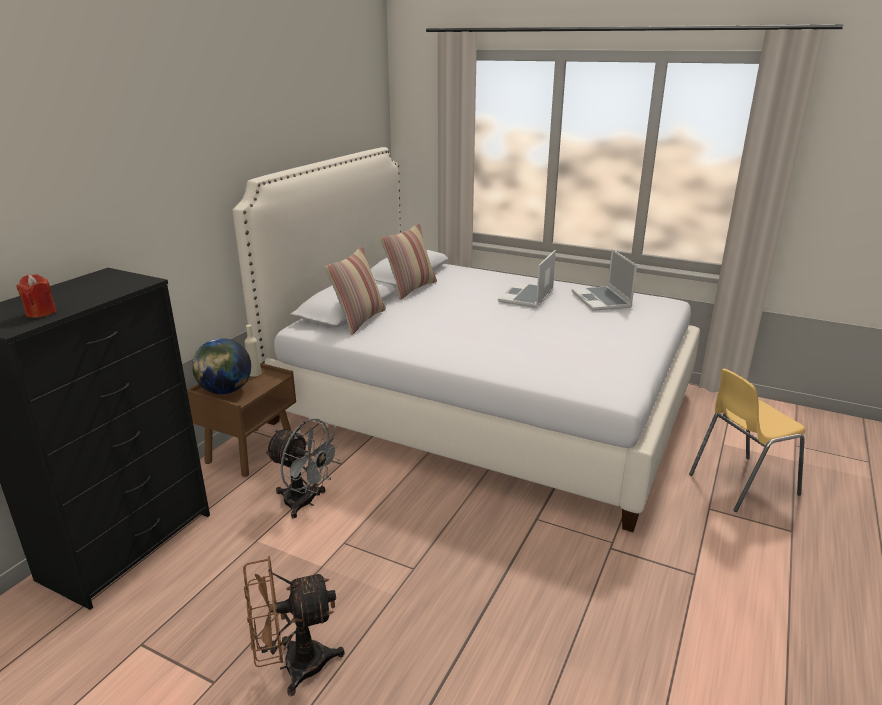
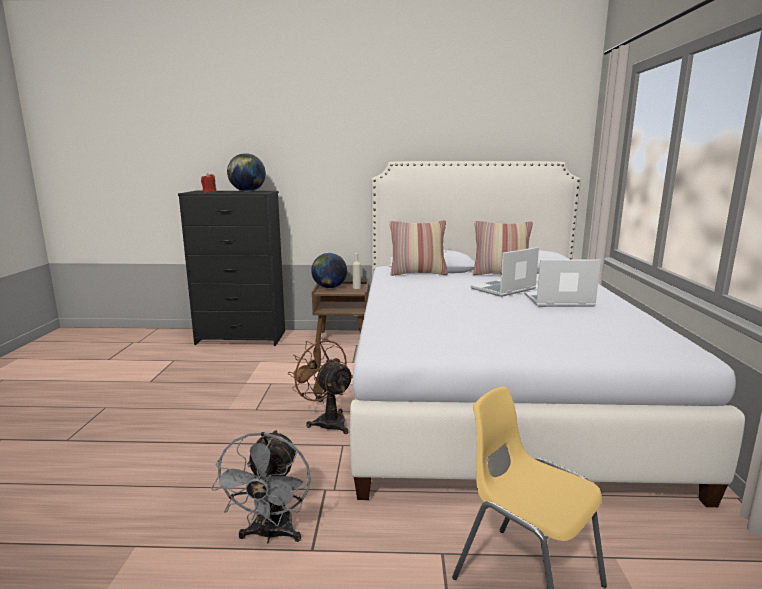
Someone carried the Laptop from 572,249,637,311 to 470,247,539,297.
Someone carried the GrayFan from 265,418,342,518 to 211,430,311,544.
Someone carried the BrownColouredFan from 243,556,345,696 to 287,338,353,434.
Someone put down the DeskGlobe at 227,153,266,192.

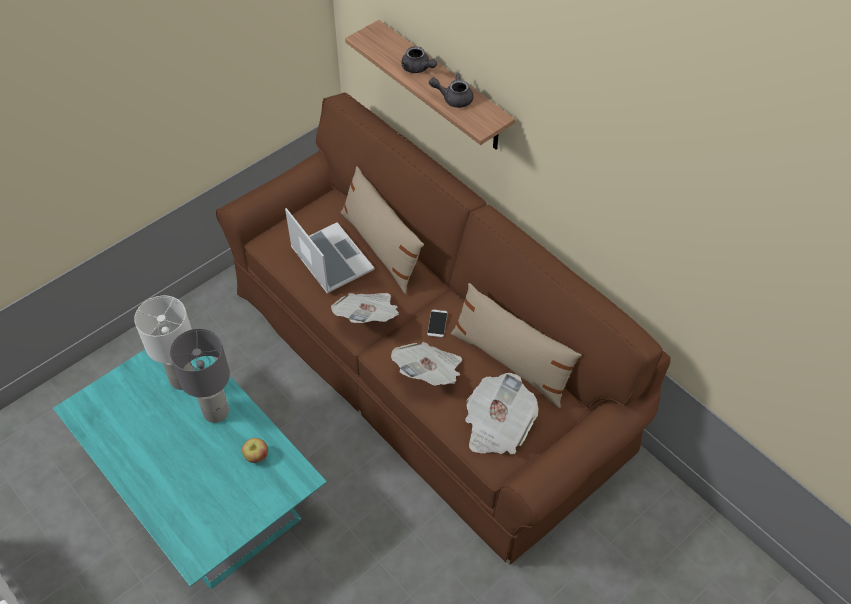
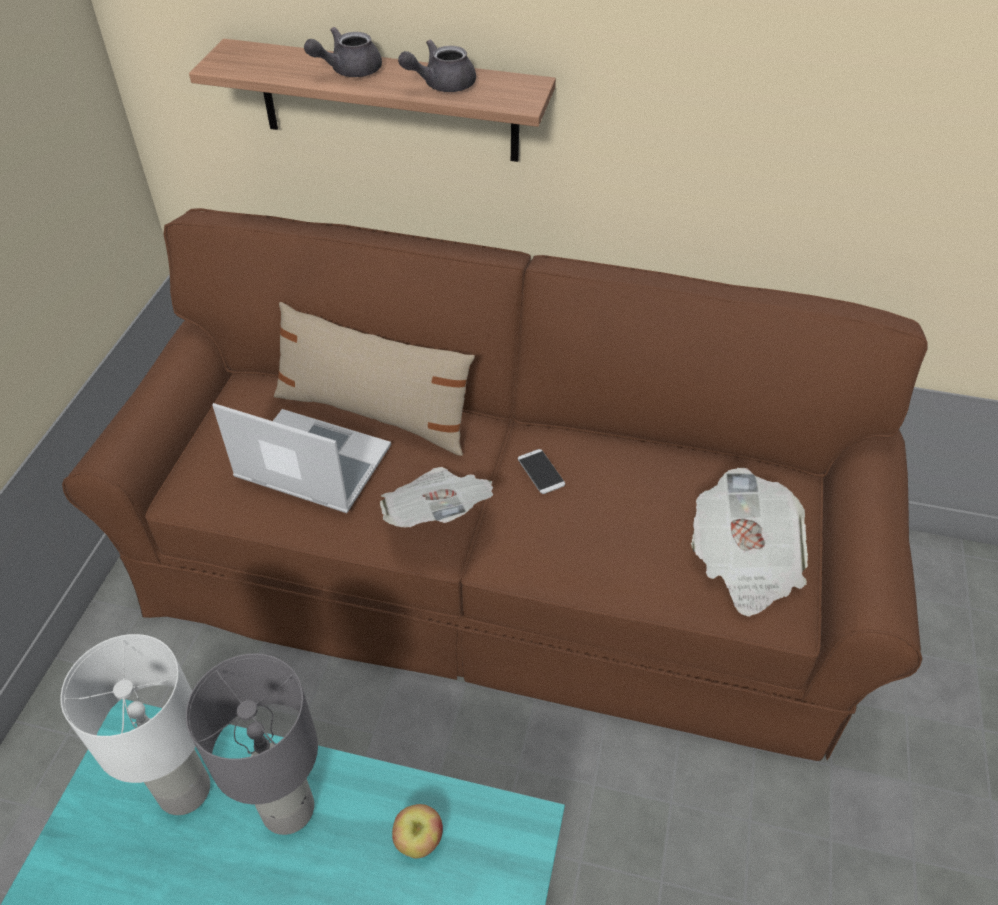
Someone rotated the GrayTeapot at 401,46,437,73 by 135 degrees clockwise.
Someone took away the BeigeThrowPillow at 451,283,582,408.
Someone took away the Newspaper at 391,342,462,386.

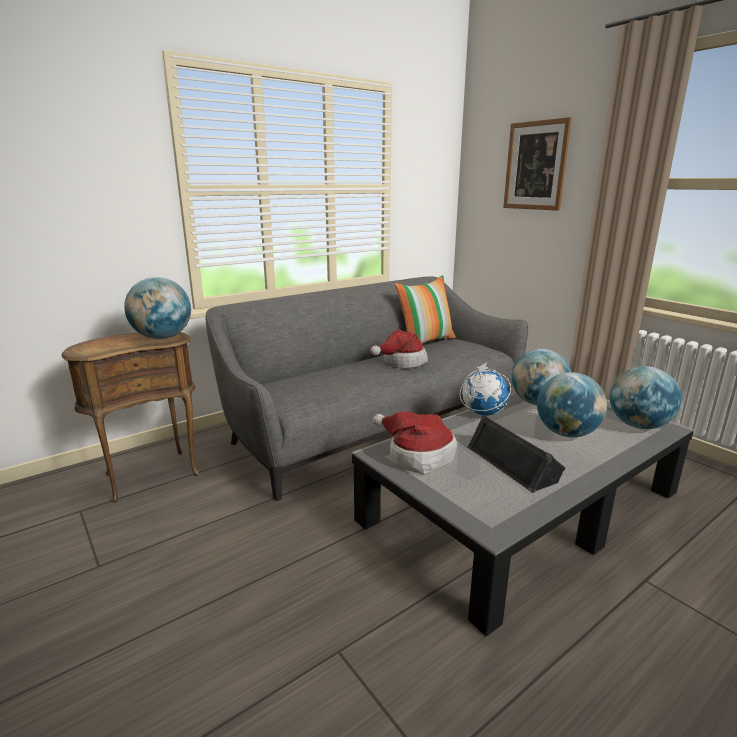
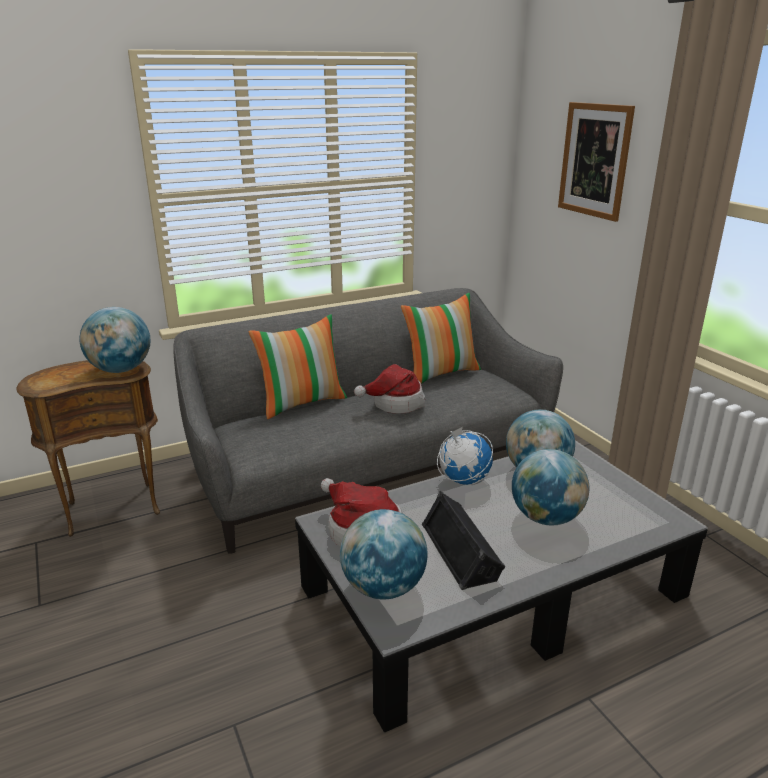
Someone carried the DeskGlobe from 610,366,682,429 to 340,509,428,599.
Someone put down the ThrowPillow at 248,314,347,419.

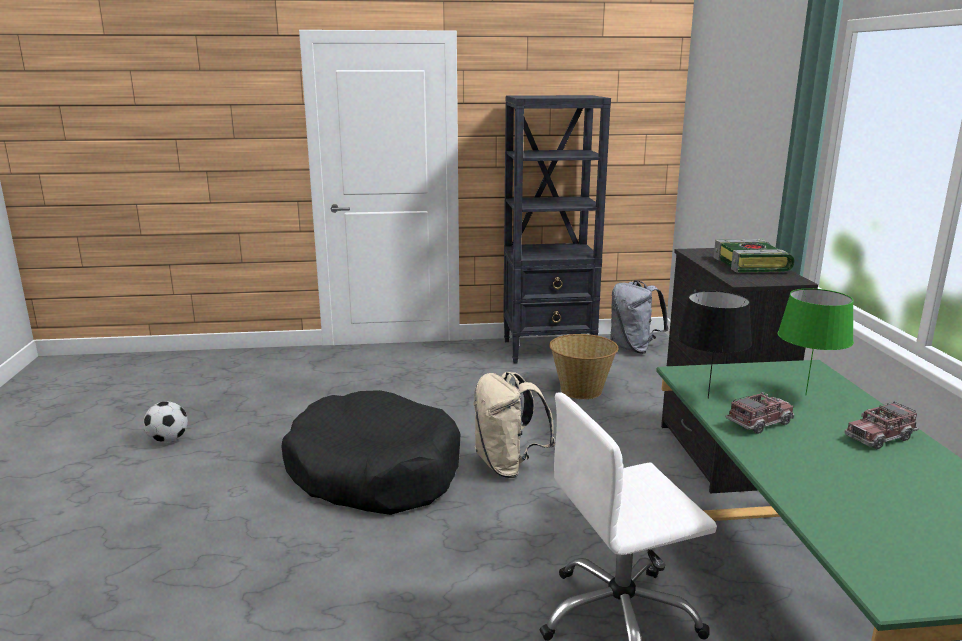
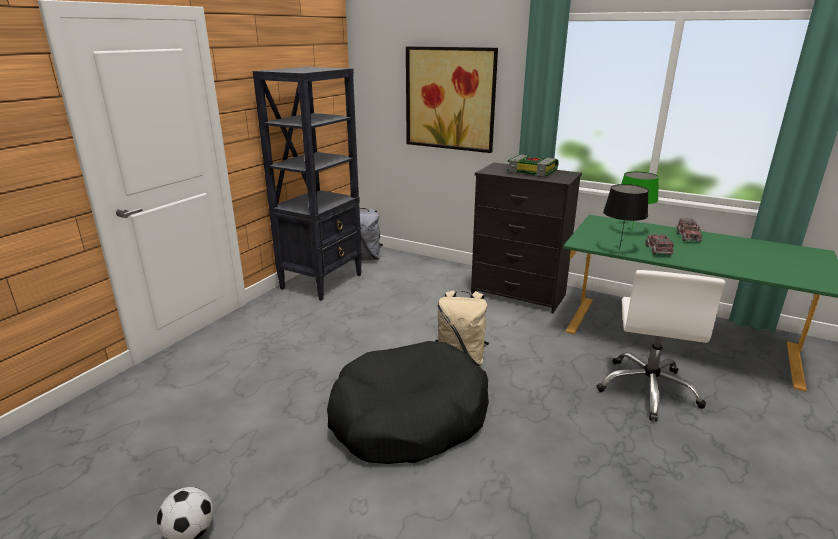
Someone took away the Basket at 549,334,618,399.
Someone put up the WallArt at 406,46,498,153.

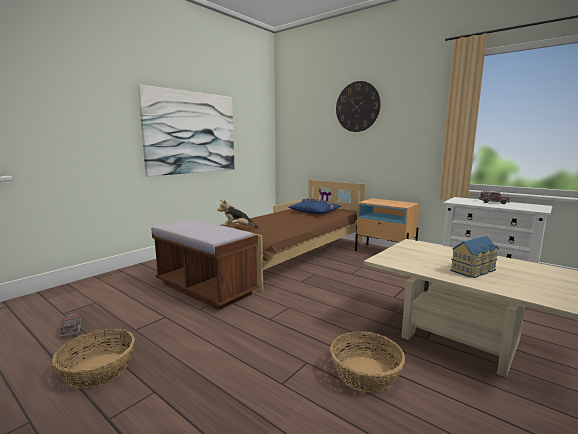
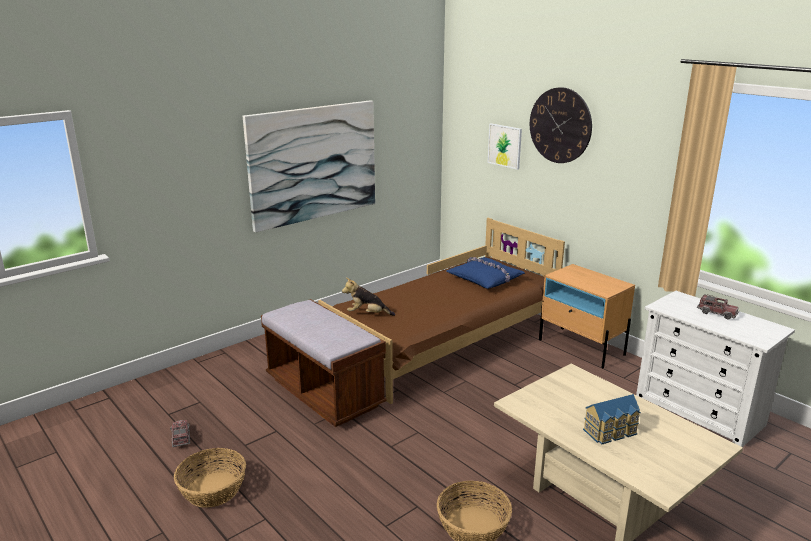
Someone put up the WallArt at 488,123,522,170.

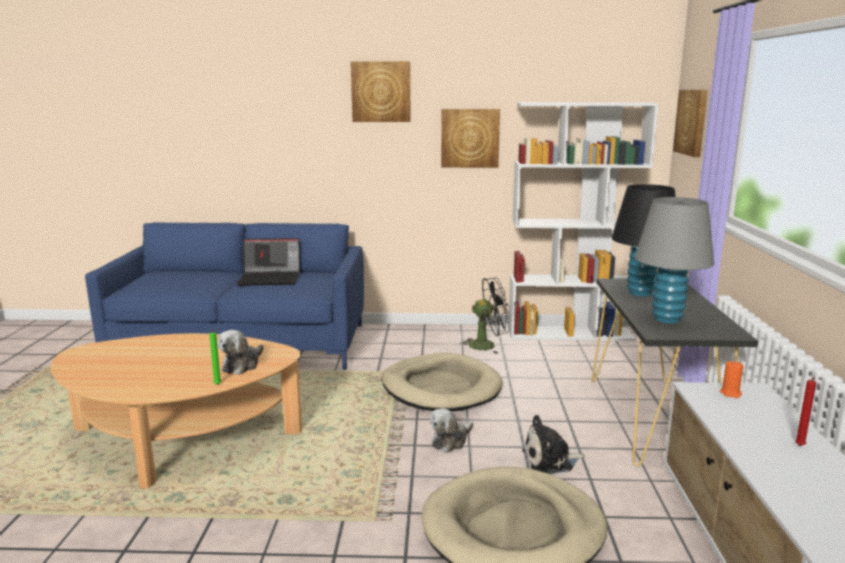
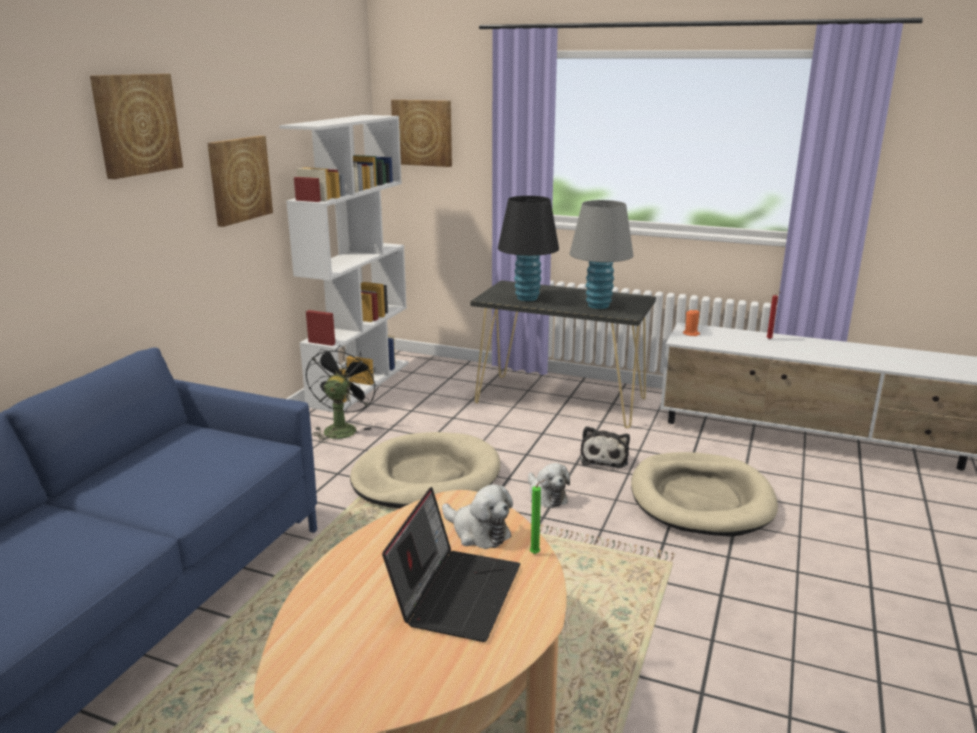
Someone carried the Laptop from 237,238,300,286 to 382,487,520,642.

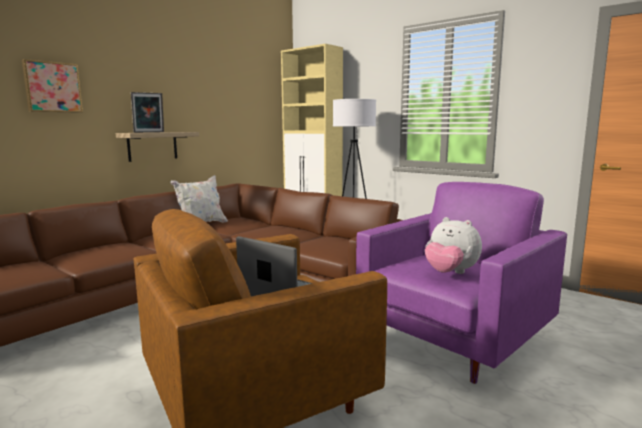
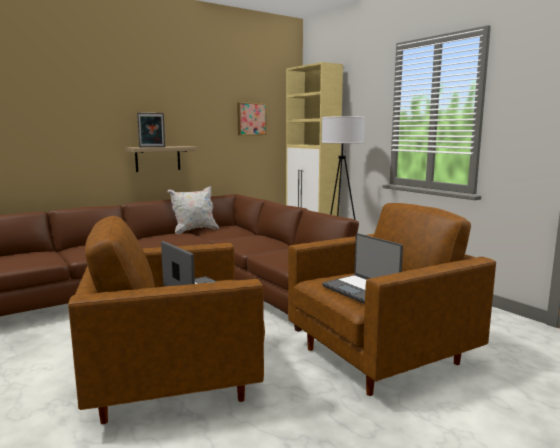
Someone carried the WallArt from 22,59,83,113 to 237,102,267,135.
Someone repainted the PurpleEasyChair at 356,182,567,384, which became the BrownColouredEasyChair at 288,203,496,396.
Someone swapped the PlushToy at 425,217,482,274 for the Laptop at 322,233,403,304.

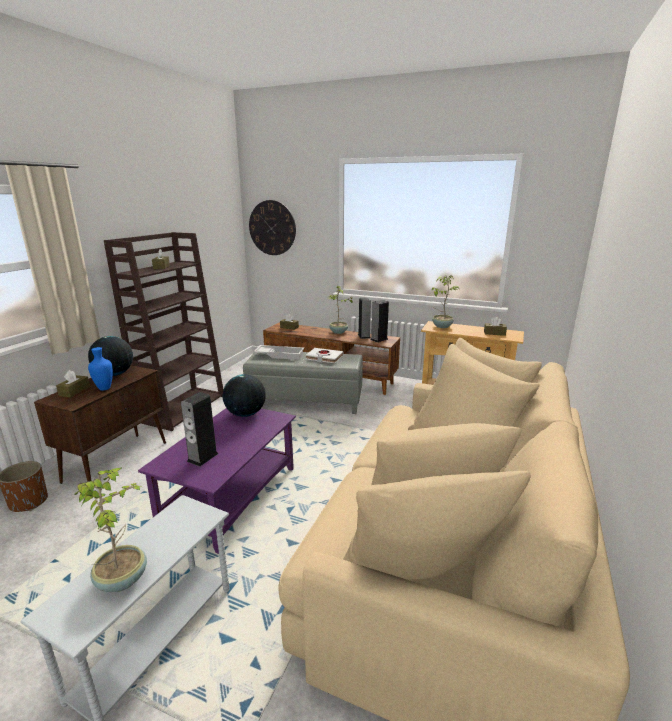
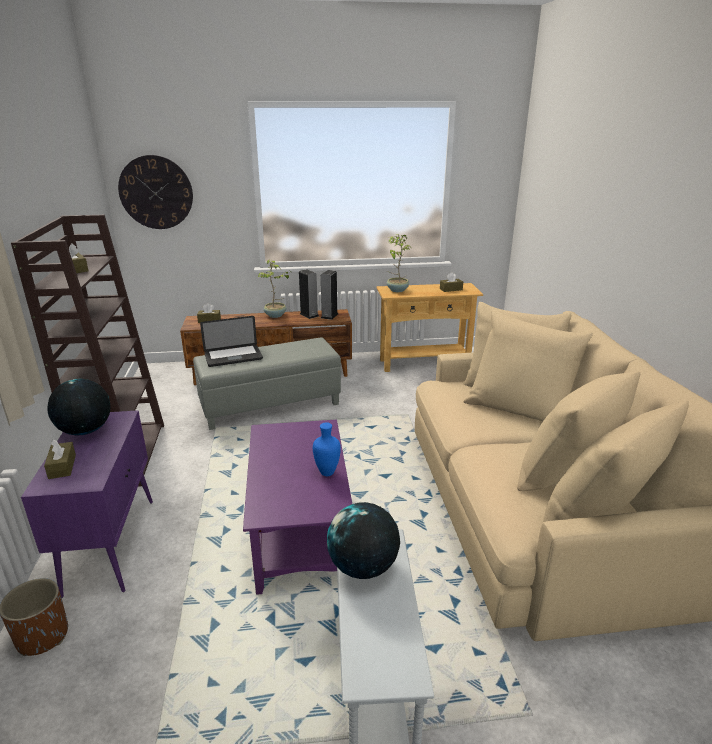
Someone swapped the WhitishTray at 254,345,304,360 for the Laptop at 200,316,263,367.
Someone carried the BlueColouredVase from 88,347,113,391 to 313,422,341,476.
Someone took away the WhitishBook at 306,348,343,363.
Someone repainted the BrownColouredStorageCabinet at 34,365,166,484, which became the PurpleStorageCabinet at 21,410,153,598.
Someone carried the DeskGlobe from 222,374,266,417 to 327,502,400,579.
Someone took away the AudioSpeaker at 181,392,219,467.
Someone took away the PottedPlant at 74,467,147,592.

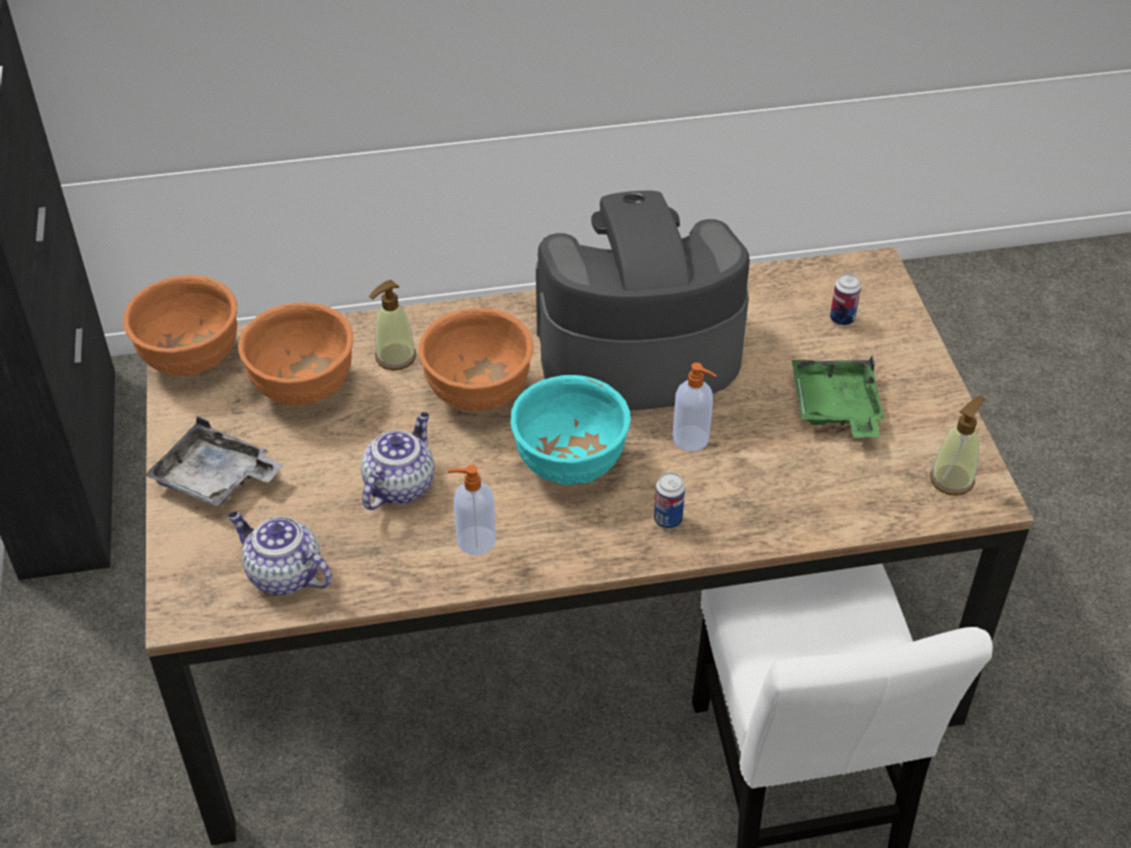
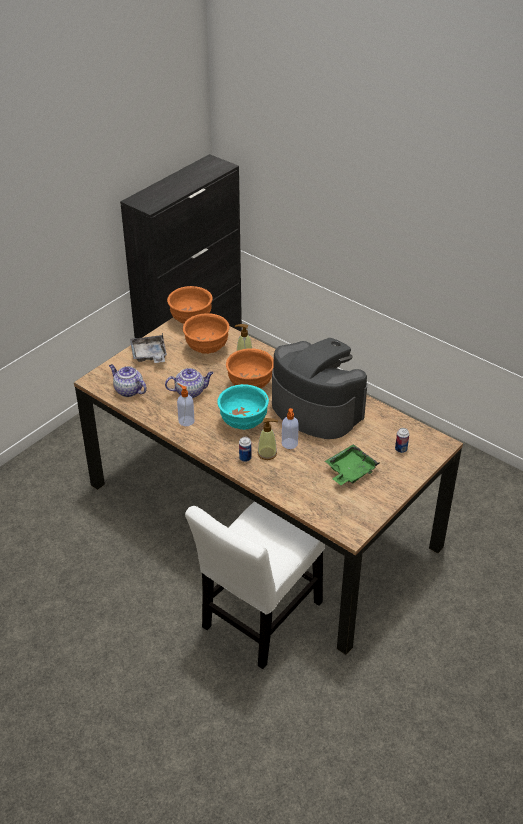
Someone carried the SoapBottle from 930,396,985,496 to 258,418,278,460.
Someone rotated the Teapot at 228,511,332,596 by 45 degrees counterclockwise.

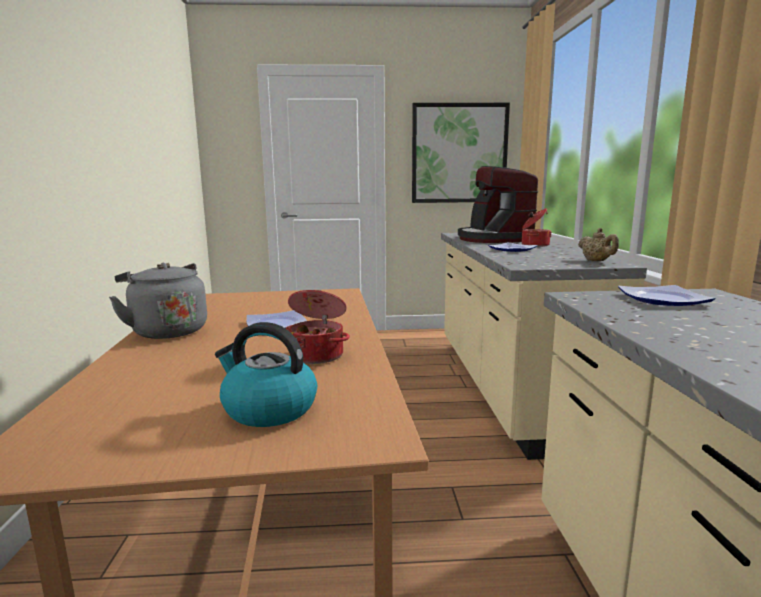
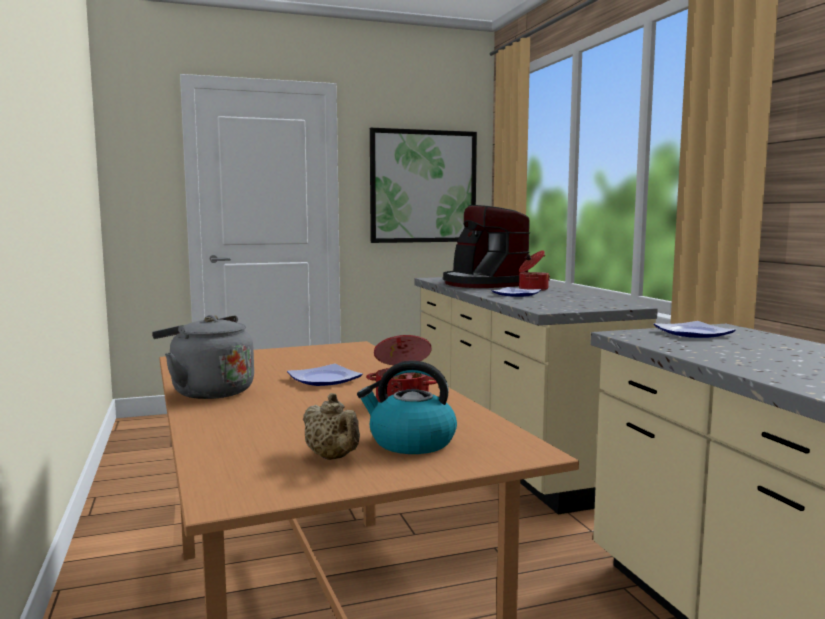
Someone carried the BeigeTeapot from 578,228,619,261 to 302,393,360,460.

